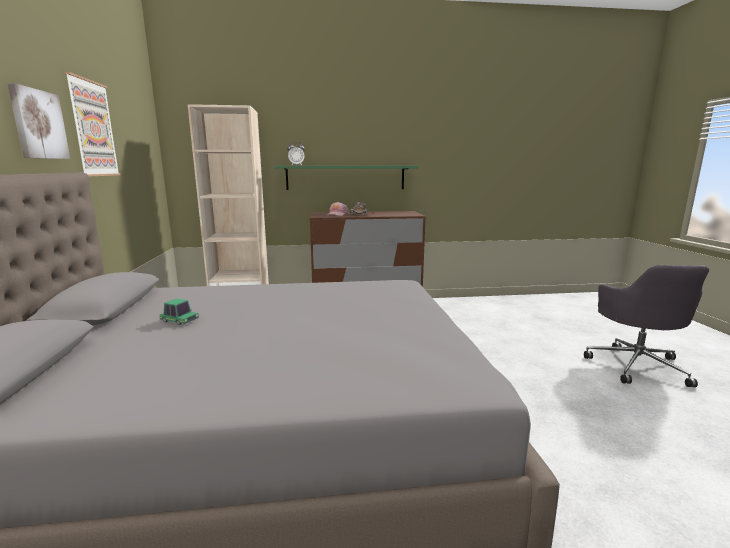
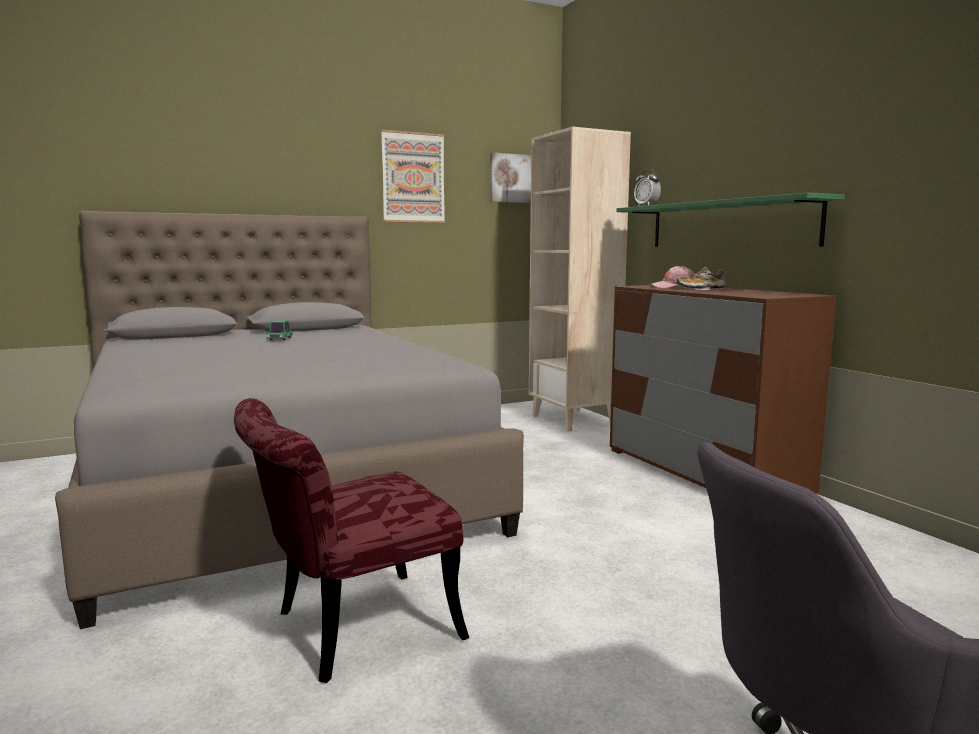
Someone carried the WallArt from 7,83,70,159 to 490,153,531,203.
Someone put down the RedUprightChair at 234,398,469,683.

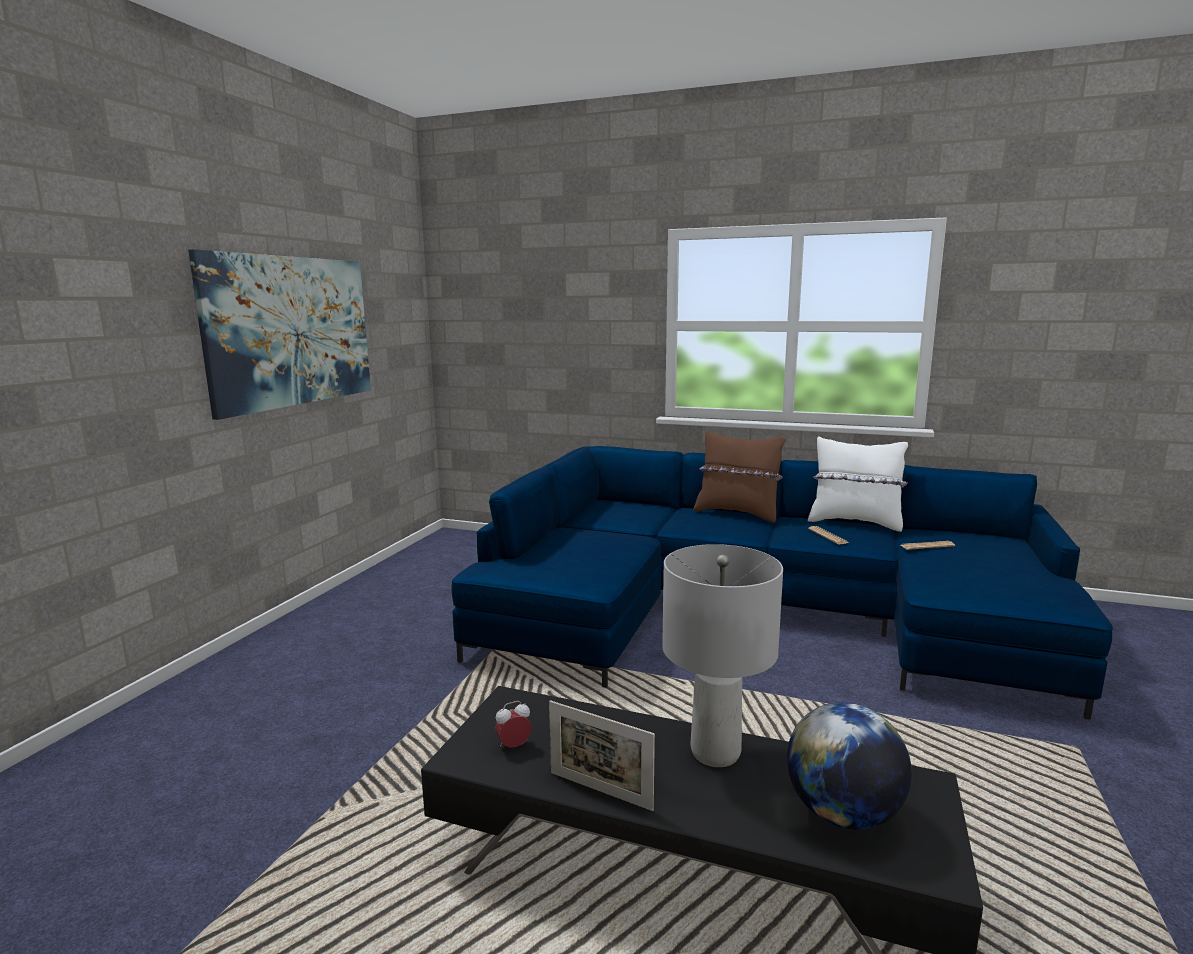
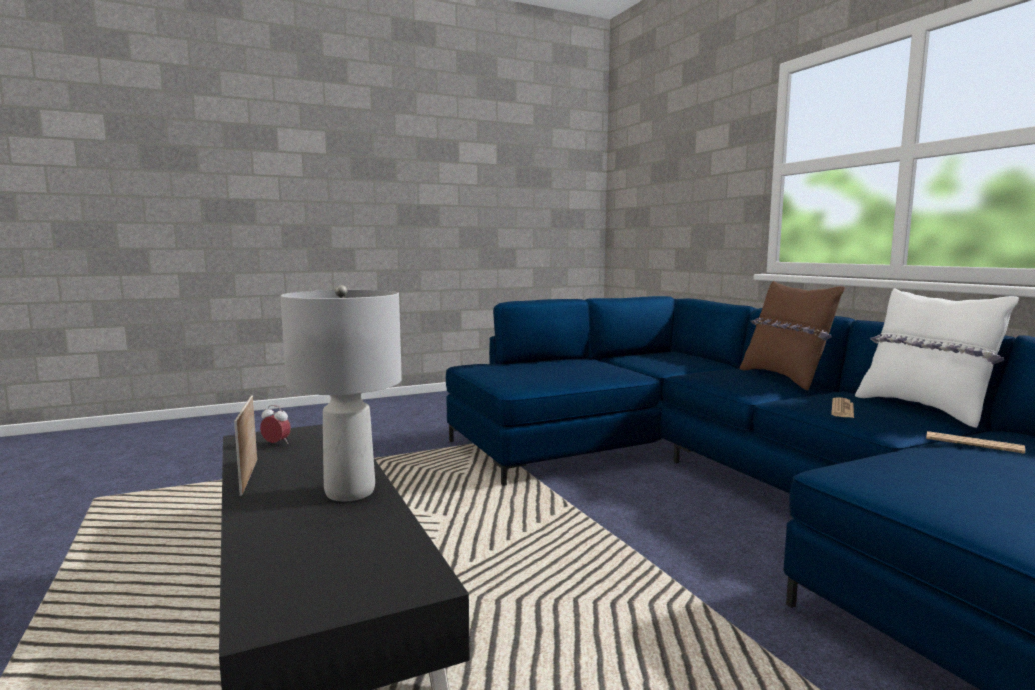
Someone took away the WallArt at 188,249,371,420.
Someone took away the DeskGlobe at 787,702,912,830.

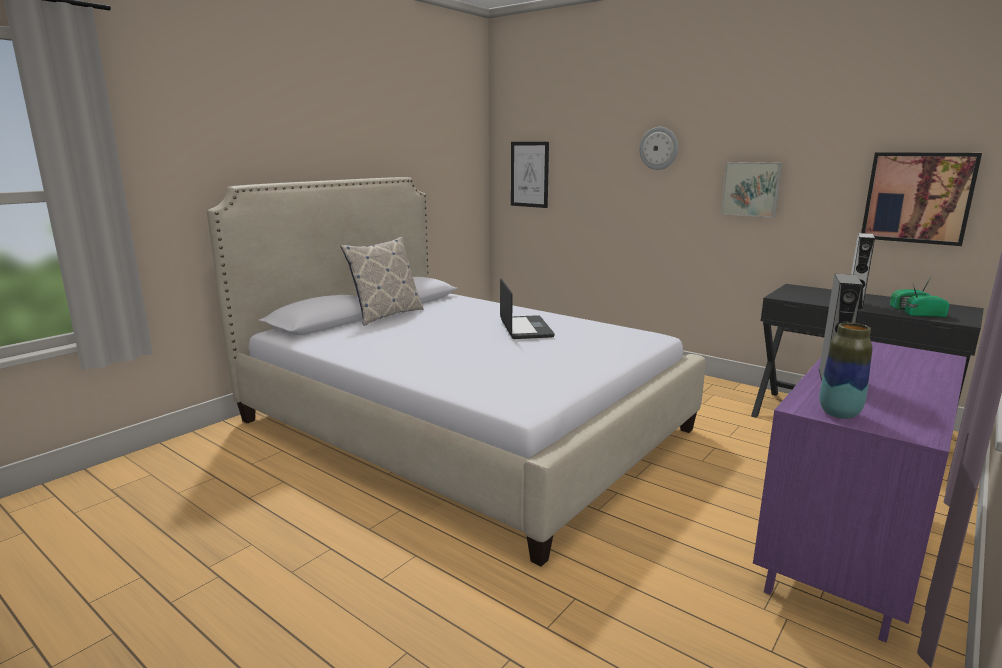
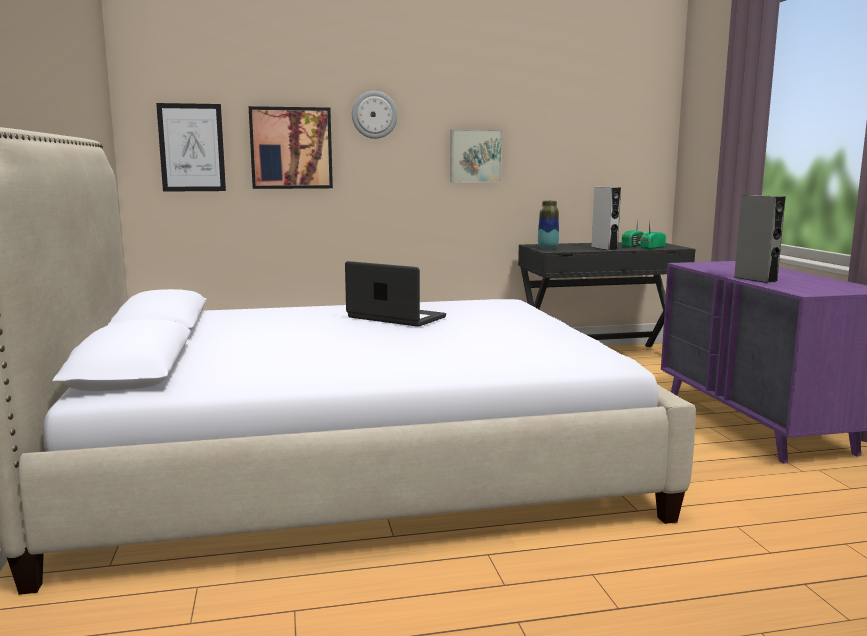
Someone carried the WallArt from 861,152,982,246 to 249,106,333,189.
Someone took away the ThrowPillow at 340,237,424,326.
Someone carried the Vase from 819,323,872,419 to 538,201,559,249.

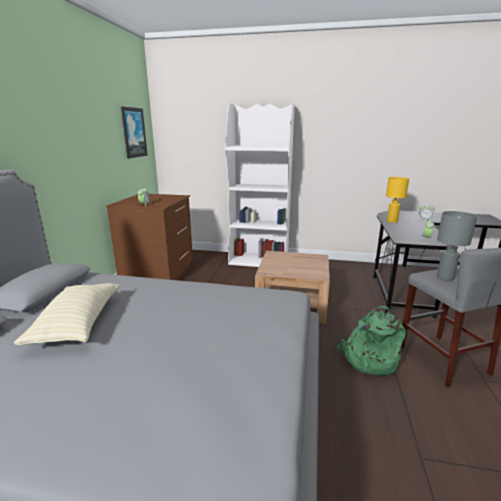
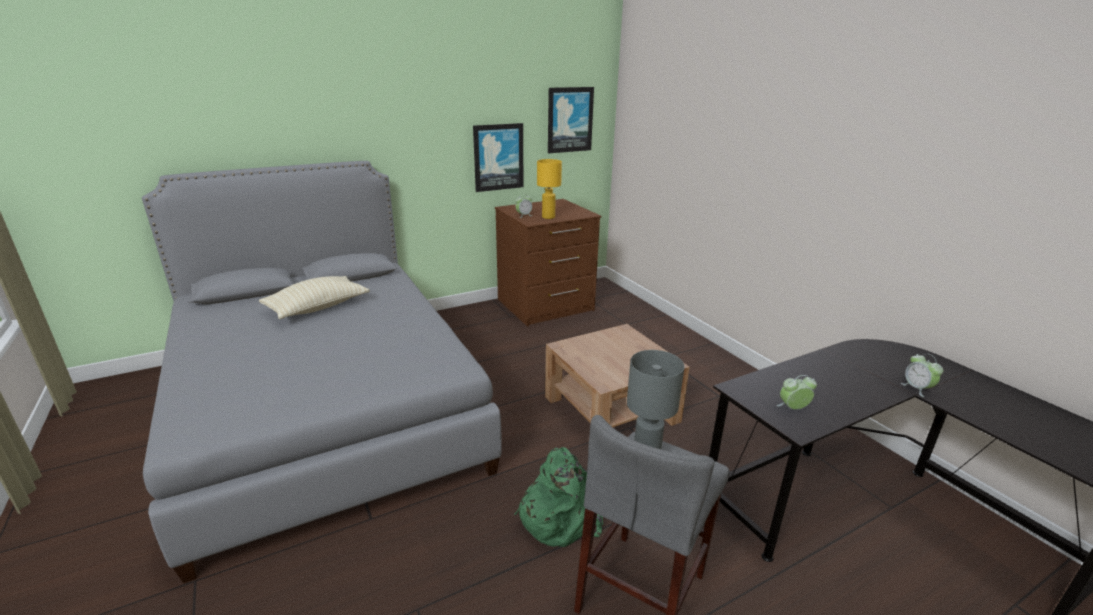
Someone took away the WhitishBookcase at 225,102,295,267.
Someone carried the YellowLampForATable from 386,177,409,223 to 537,159,562,219.
Someone put up the WallArt at 473,123,523,192.

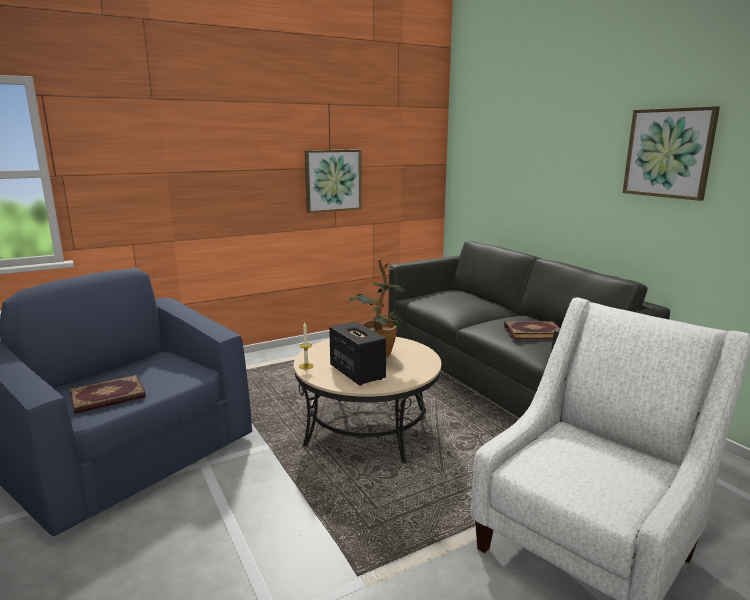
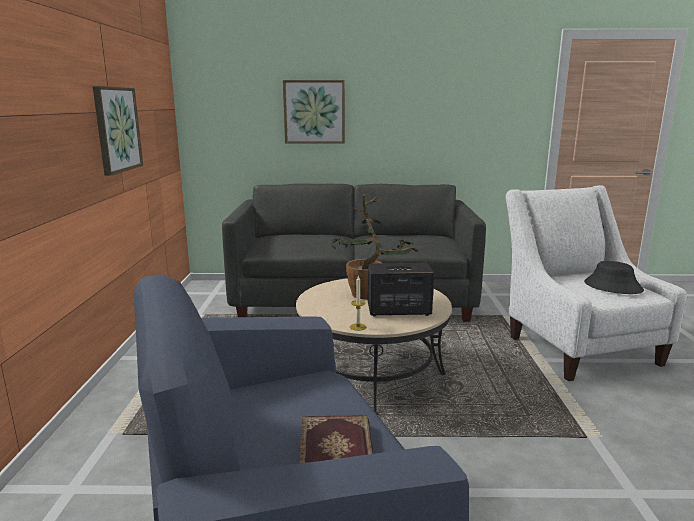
Someone carried the WallArt from 623,106,720,201 to 283,80,345,144.
Someone took away the Book at 504,321,560,339.
Someone put down the BlackishClothingHat at 584,261,644,294.

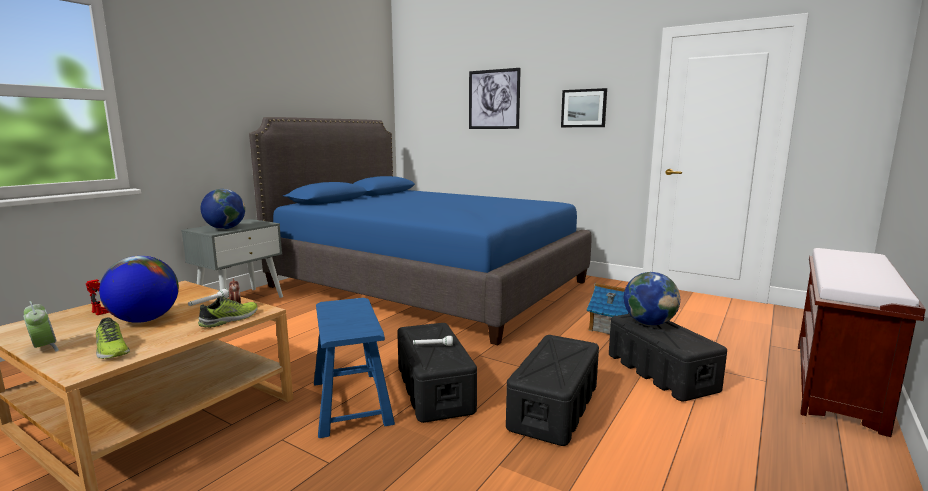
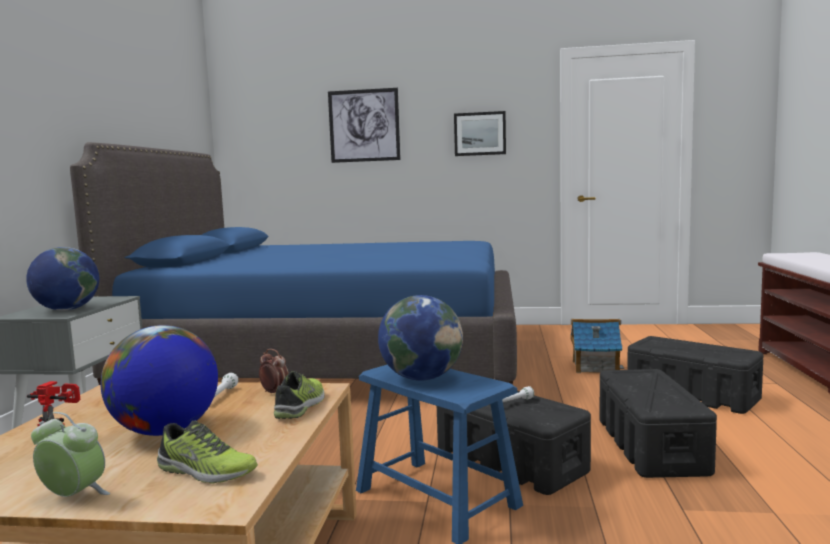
Someone carried the DeskGlobe from 624,272,680,325 to 378,295,463,381.

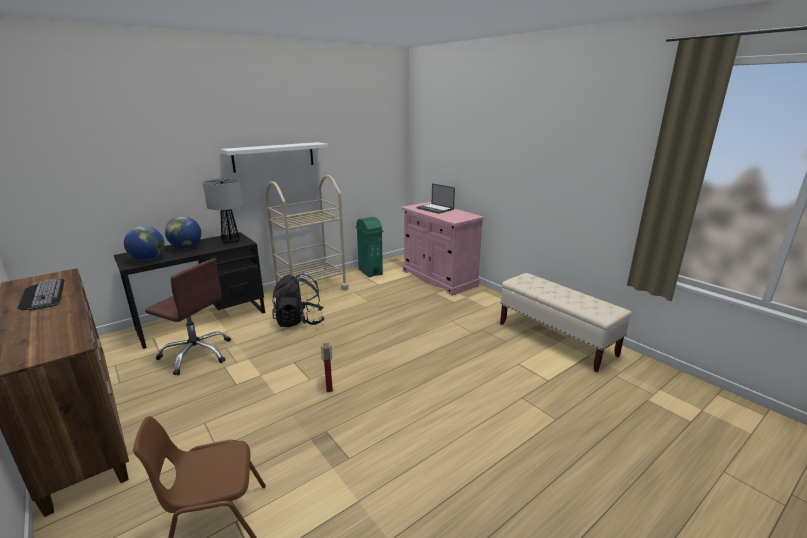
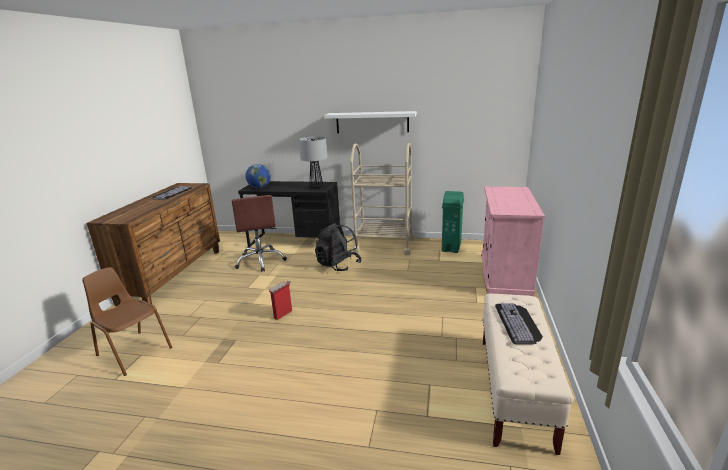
Someone took away the Laptop at 416,183,455,214.
Someone took away the DeskGlobe at 165,216,201,249.
Someone put down the ComputerKeyboard at 495,303,543,345.

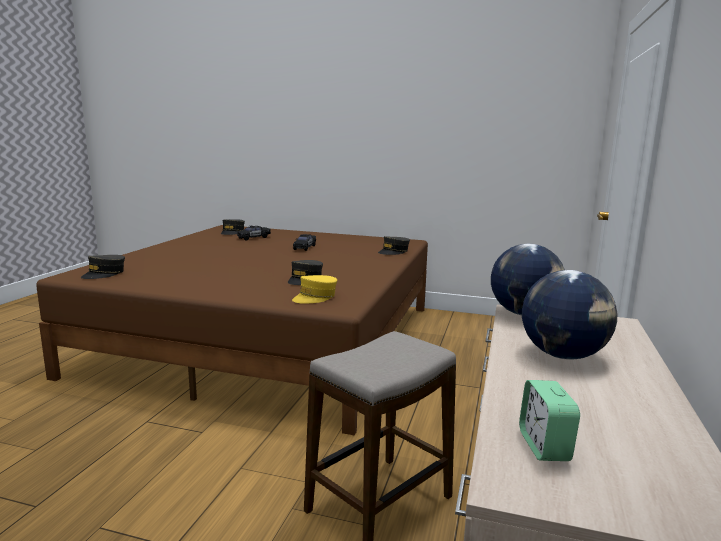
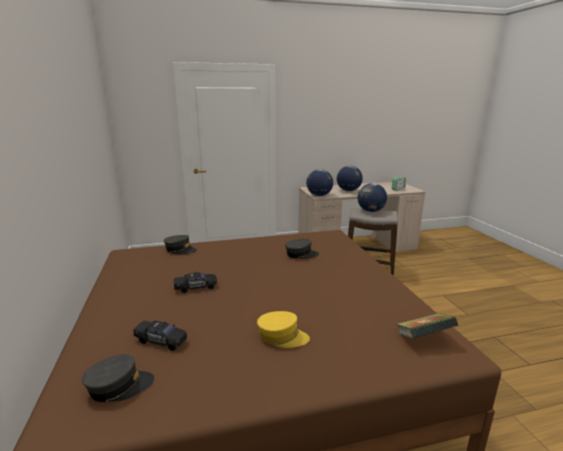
Someone swapped the GrayBaseballCap at 81,255,125,279 for the Book at 396,313,458,339.
Someone carried the YellowBaseballCap from 292,275,337,304 to 257,311,310,348.
Someone put down the DeskGlobe at 358,183,387,212.

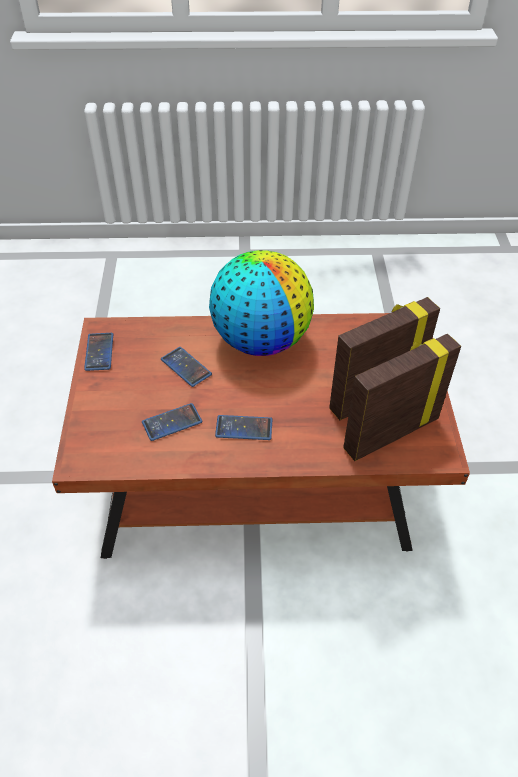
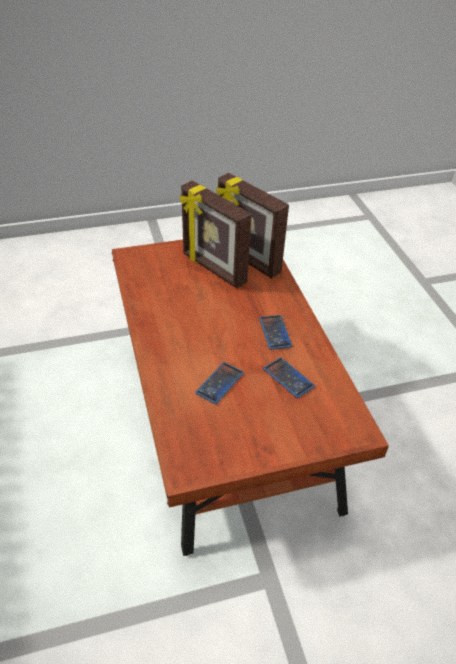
Someone took away the DeskGlobe at 209,250,314,356.
Someone took away the Phone at 84,333,113,371.

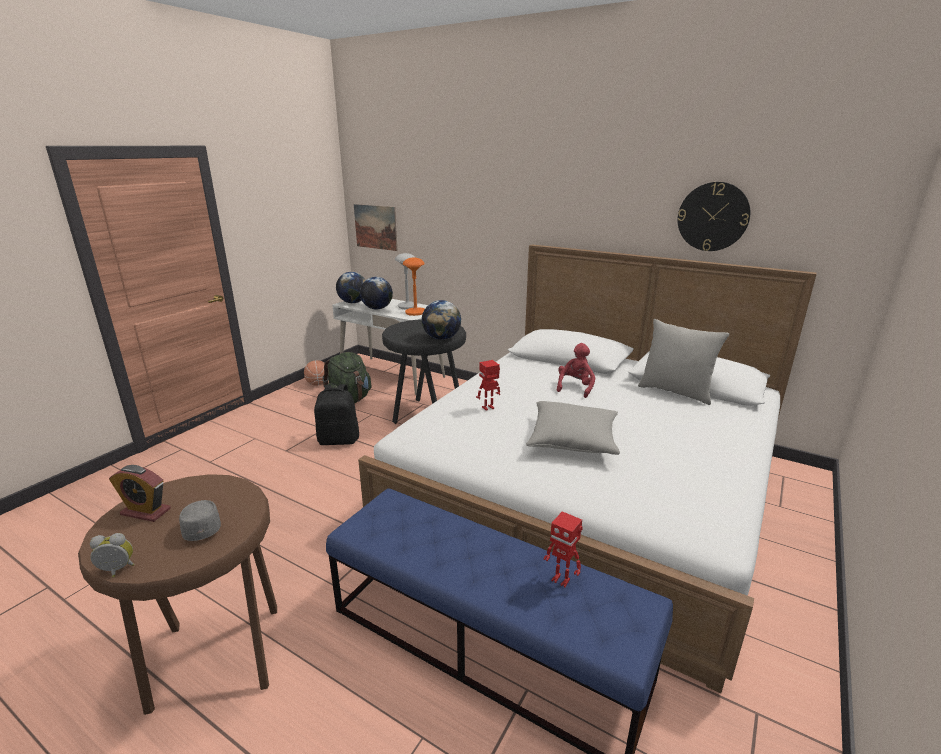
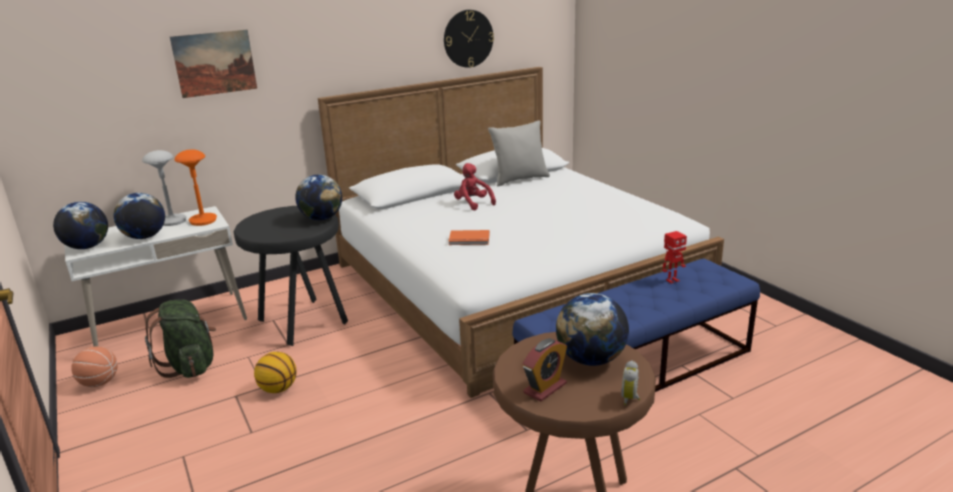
Someone carried the WallArt from 354,204,397,251 to 170,30,257,98.
Someone swapped the RobotFigure at 476,360,500,411 for the OrangeyBook at 448,230,490,245.
Someone swapped the BlackishKnapsack at 314,384,359,445 for the BasketballBall at 254,352,296,393.
Someone took away the GrayThrowPillow at 526,401,620,455.
Someone swapped the GrayBaseballCap at 179,500,221,541 for the DeskGlobe at 556,293,629,366.

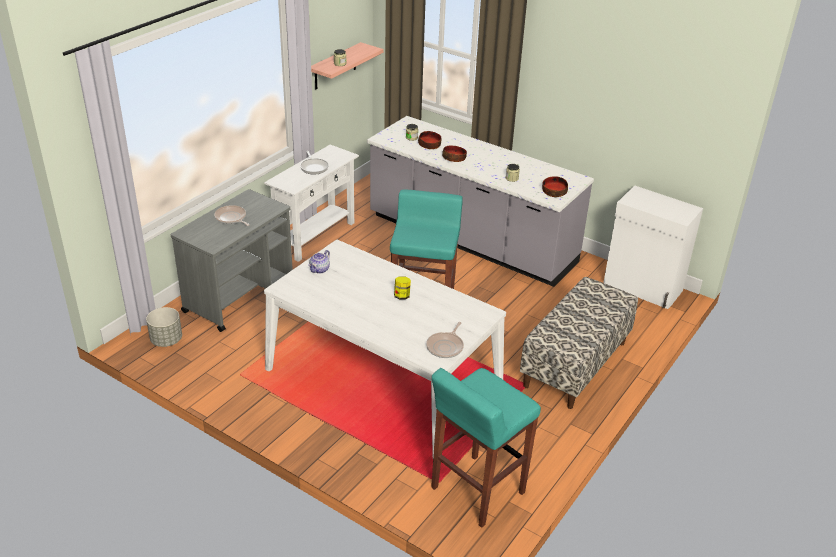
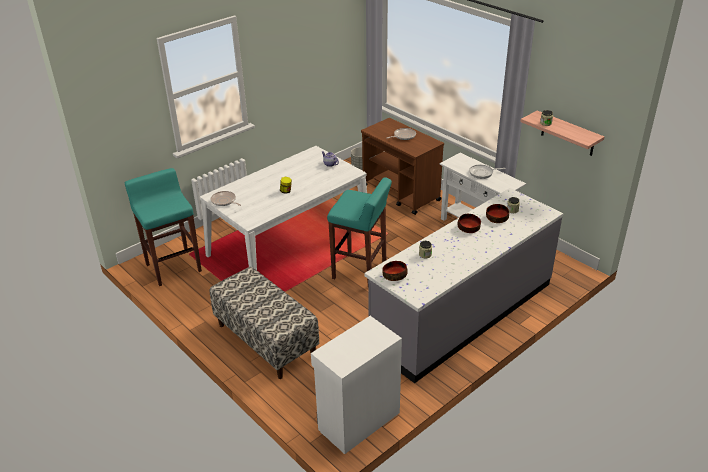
Someone repainted the GrayTrolley at 170,189,293,332, which became the BrownColouredTrolley at 361,118,444,215.

